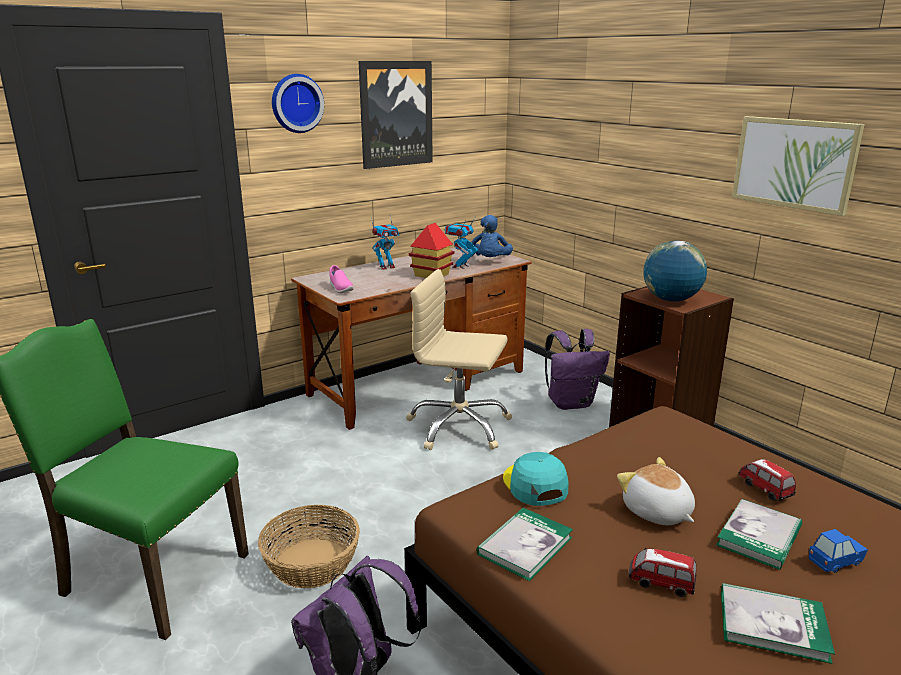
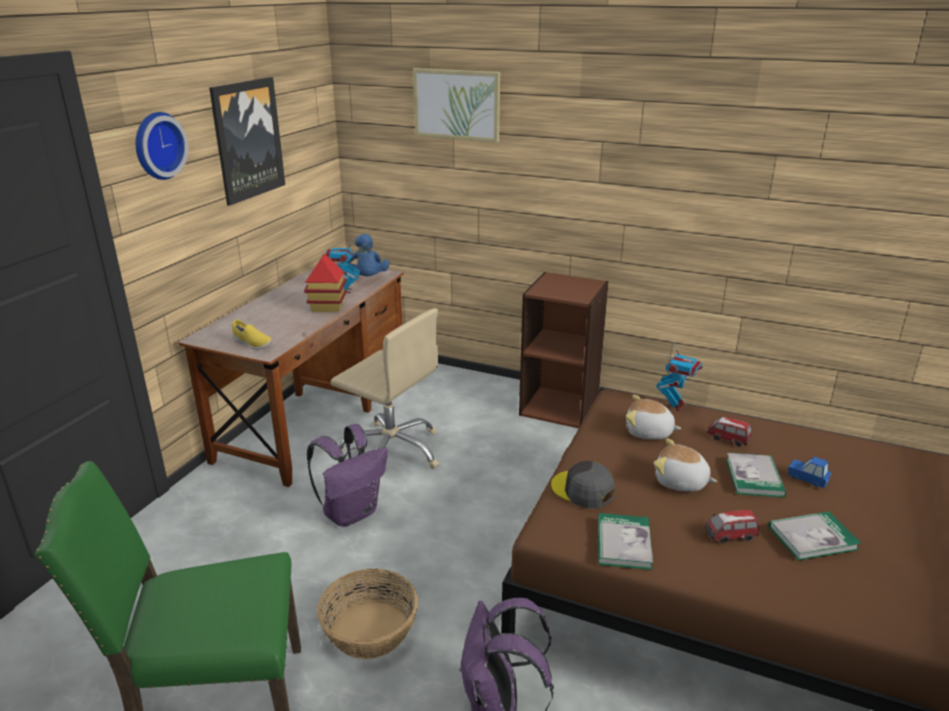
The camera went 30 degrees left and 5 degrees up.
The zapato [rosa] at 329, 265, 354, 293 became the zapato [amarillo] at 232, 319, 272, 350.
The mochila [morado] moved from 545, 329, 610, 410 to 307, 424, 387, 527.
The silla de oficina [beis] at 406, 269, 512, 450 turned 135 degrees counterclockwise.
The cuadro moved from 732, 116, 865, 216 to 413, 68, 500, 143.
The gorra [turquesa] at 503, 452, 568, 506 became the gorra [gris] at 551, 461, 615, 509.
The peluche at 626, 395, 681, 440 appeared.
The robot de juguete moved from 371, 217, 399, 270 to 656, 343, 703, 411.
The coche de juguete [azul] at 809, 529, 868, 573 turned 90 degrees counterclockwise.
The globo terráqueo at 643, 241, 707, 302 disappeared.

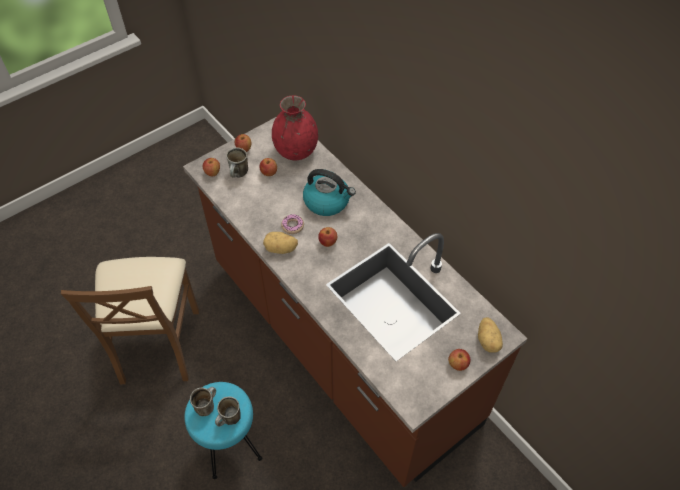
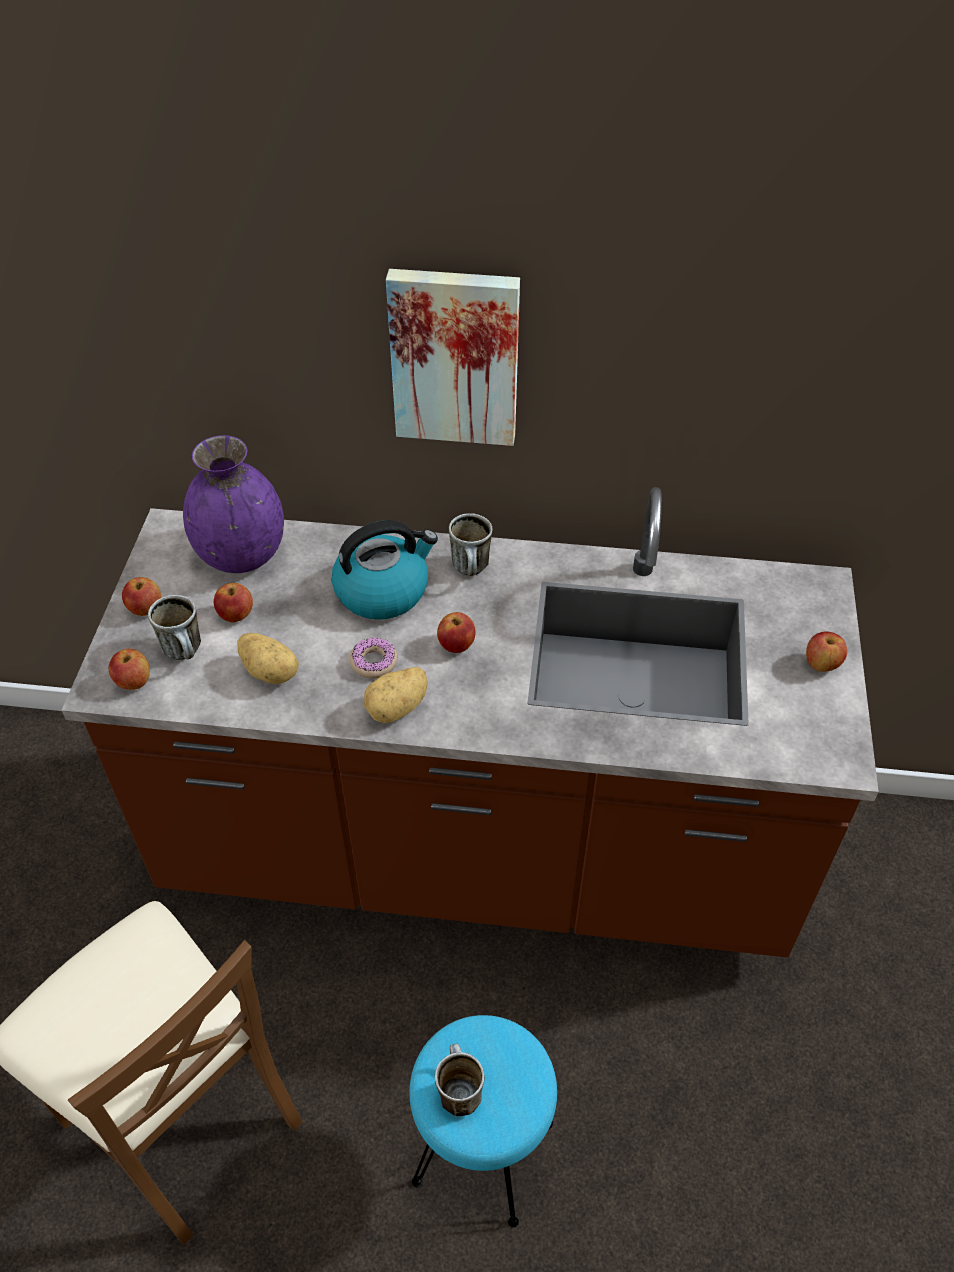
The camera went 45 degrees left and 5 degrees down.
The florero [rojo] at 272, 96, 318, 160 became the florero [morado] at 183, 435, 284, 573.
The patata moved from 478, 317, 503, 353 to 237, 633, 299, 684.
The cuadro at 386, 269, 520, 446 appeared.
The taza grande moved from 215, 397, 241, 427 to 449, 513, 493, 576.

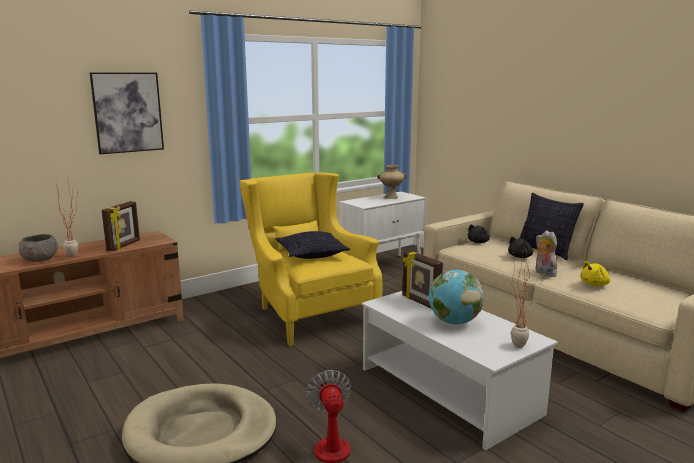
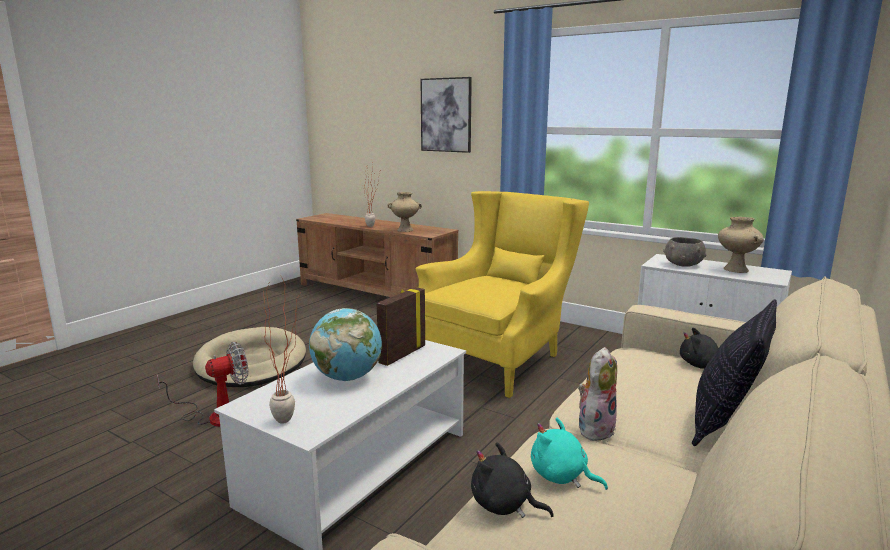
The camera went 70 degrees right and 0 degrees up.
The portarretratos at 102, 201, 140, 251 was replaced by the florero [beis] at 387, 192, 422, 232.
The peluche [negro] moved from 508, 237, 533, 258 to 471, 442, 554, 518.
The peluche [amarillo] at 581, 261, 610, 286 became the peluche [turquesa] at 531, 418, 608, 490.
The cuenco [gris] moved from 19, 234, 58, 262 to 663, 237, 707, 267.
The cojín at 276, 231, 350, 259 disappeared.

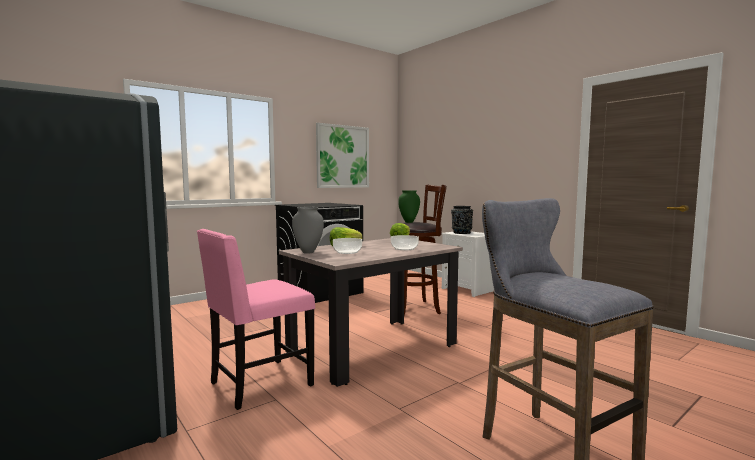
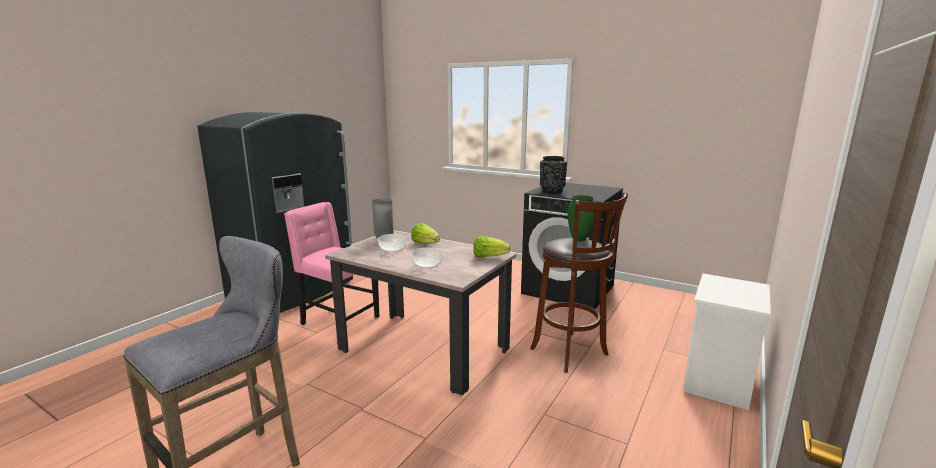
The camera went 70 degrees right and 10 degrees up.
The florero [negro] moved from 451, 206, 473, 234 to 540, 156, 567, 193.
The cuadro at 316, 123, 369, 188 disappeared.

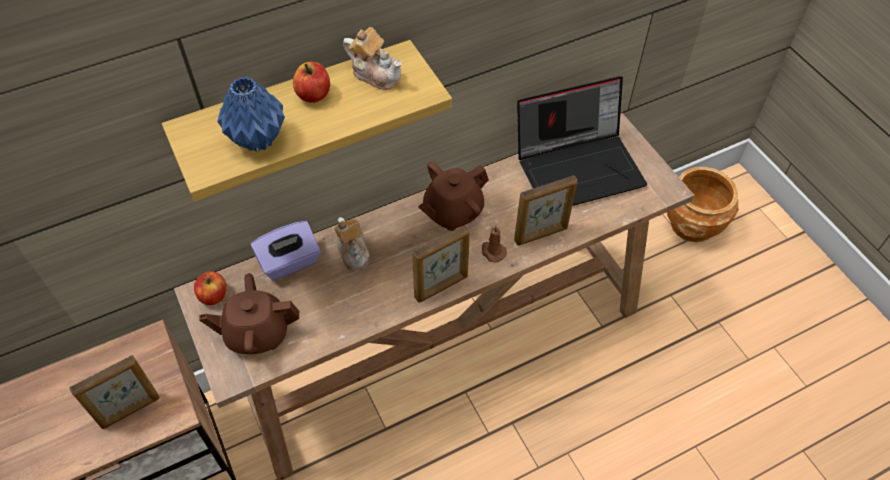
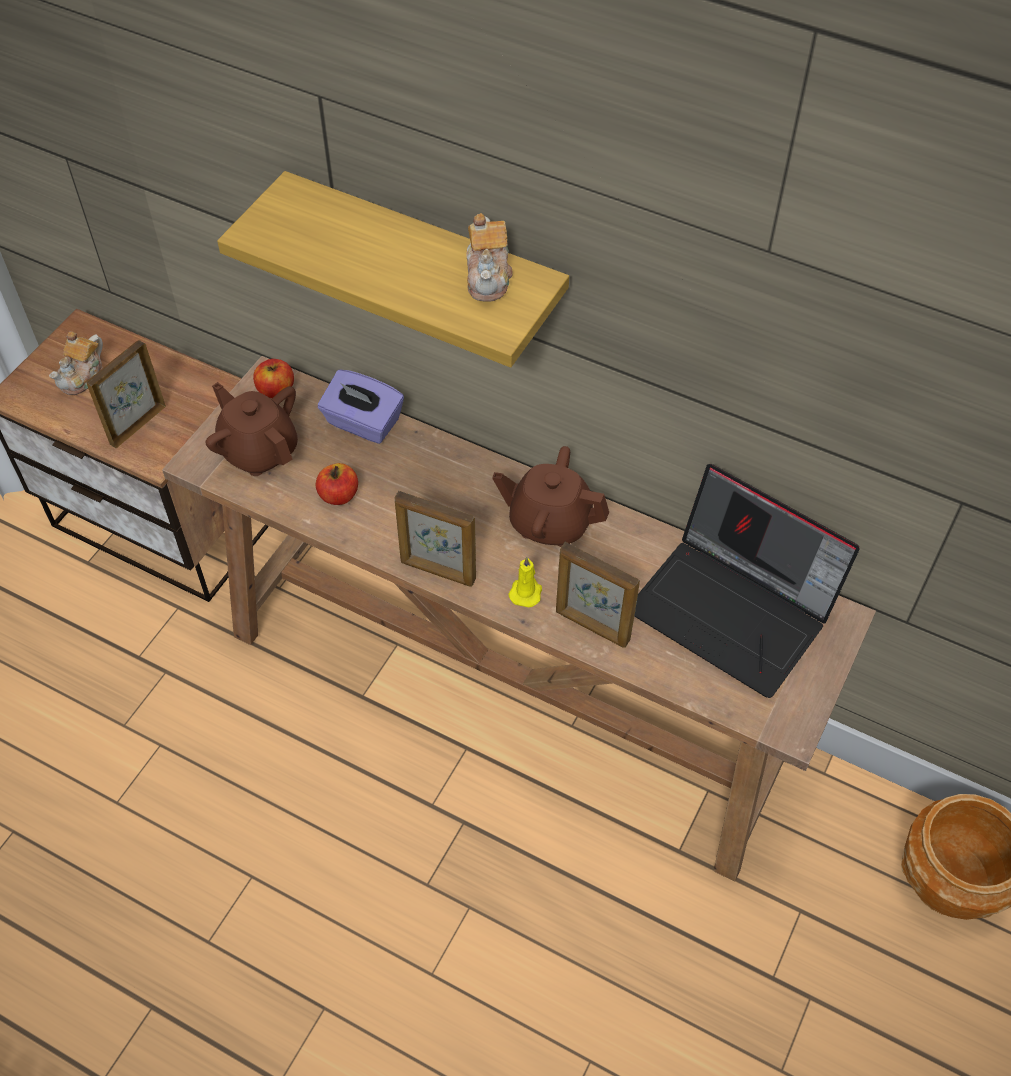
The camera went 55 degrees right and 0 degrees up.
The tetera moved from 334, 217, 370, 271 to 49, 331, 103, 395.
The portarretratos at 69, 355, 160, 429 turned 105 degrees clockwise.
The manzana moved from 293, 62, 330, 103 to 316, 463, 358, 505.
The vela [marrón] at 482, 226, 507, 262 became the vela [amarillo] at 508, 557, 542, 607.
The florero [azul] at 217, 77, 285, 152 disappeared.

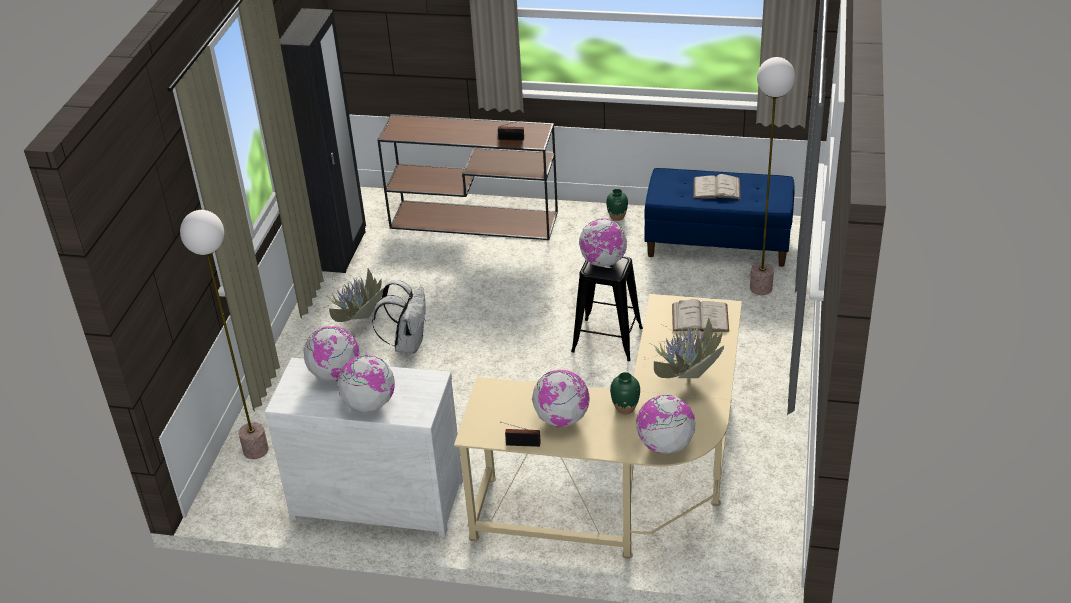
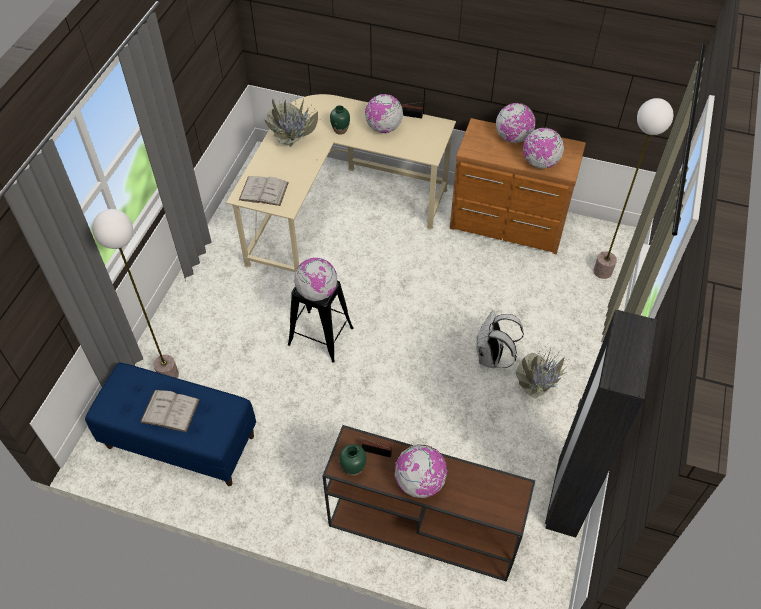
The camera went 175 degrees left and 15 degrees up.
The florero [verde] moved from 606, 189, 628, 221 to 339, 444, 366, 476.
The globo terráqueo moved from 636, 395, 695, 454 to 395, 444, 447, 498.
The cómoda [blanco] at 264, 358, 463, 537 became the cómoda [marrón] at 450, 118, 586, 254.

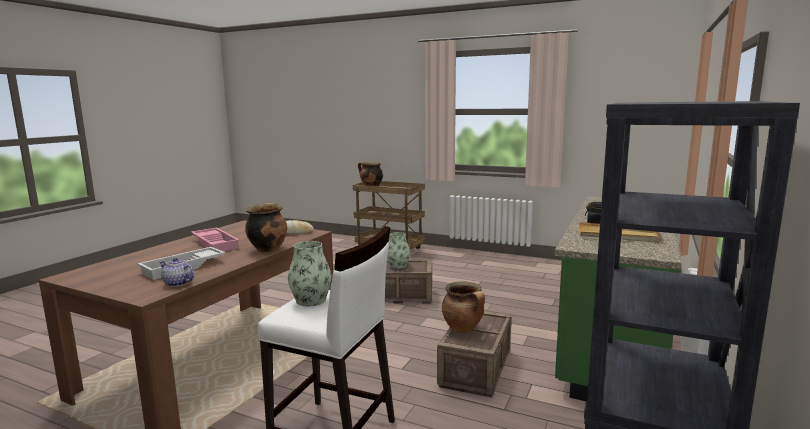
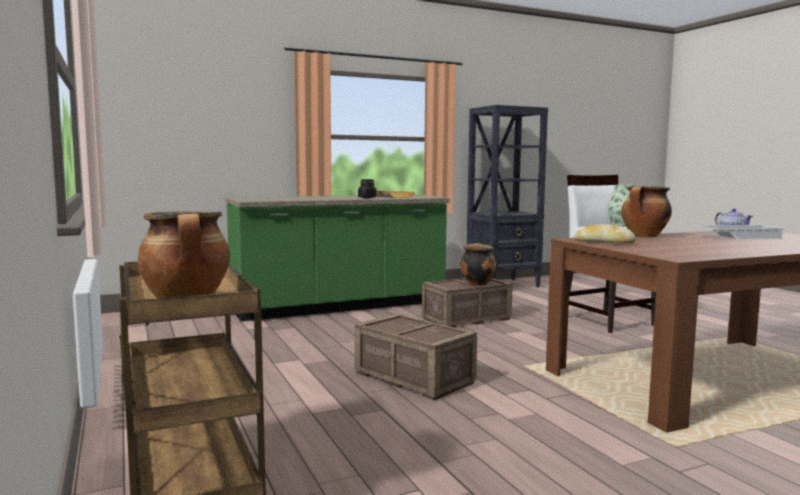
The camera went 140 degrees left and 5 degrees down.
The bandeja [rosa] at 191, 227, 239, 251 disappeared.
The florero at 387, 232, 410, 269 disappeared.

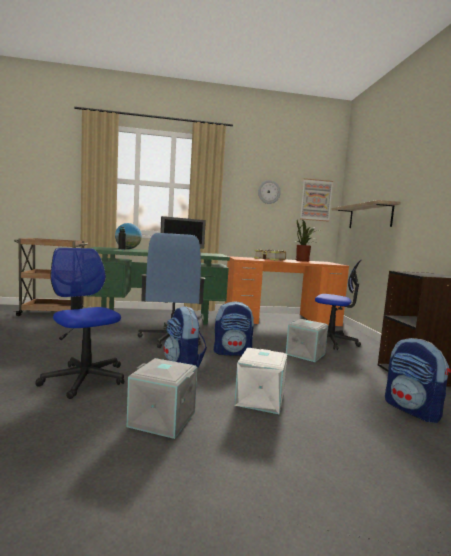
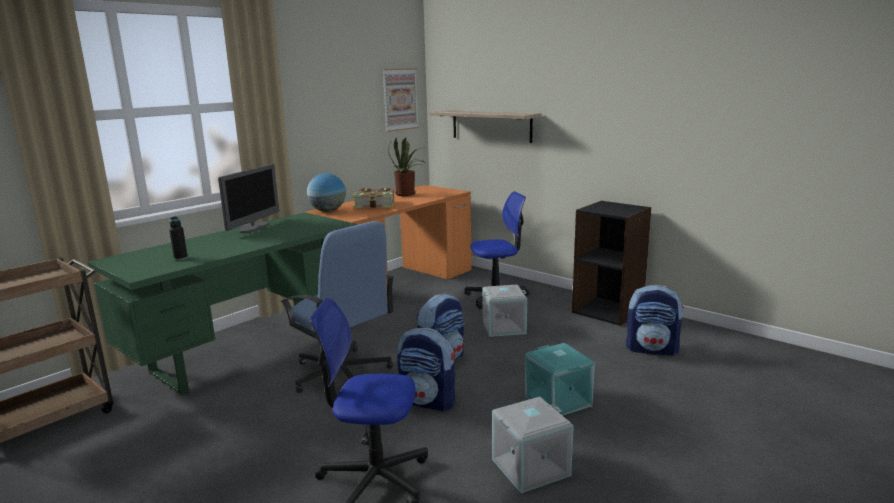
The camera went 40 degrees left and 10 degrees up.
The globo terráqueo moved from 115, 223, 142, 249 to 307, 173, 346, 212.
The caja de almacenaje [blanco] at 234, 348, 287, 414 became the caja de almacenaje [turquesa] at 525, 343, 595, 416.
The reloj de pared at 258, 180, 281, 204 disappeared.

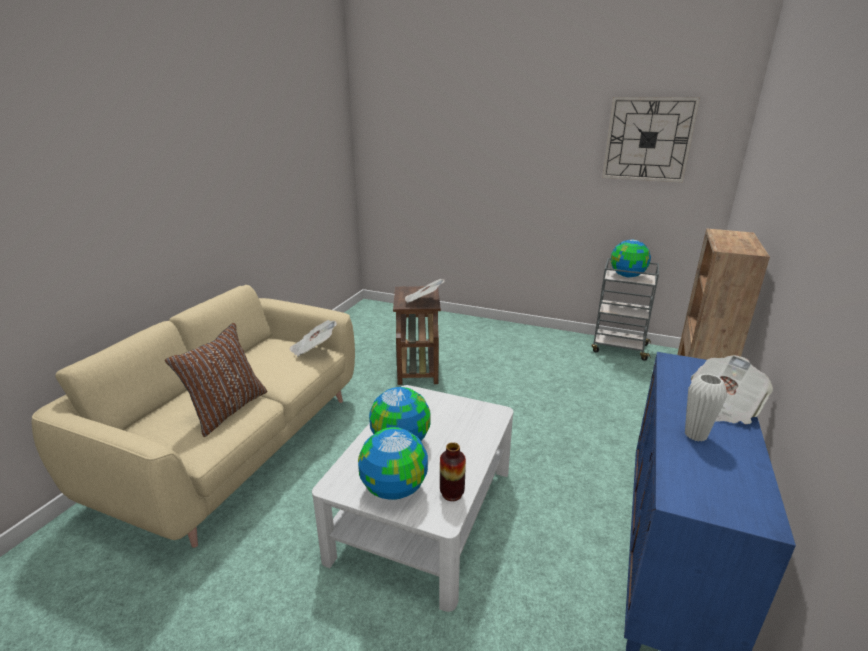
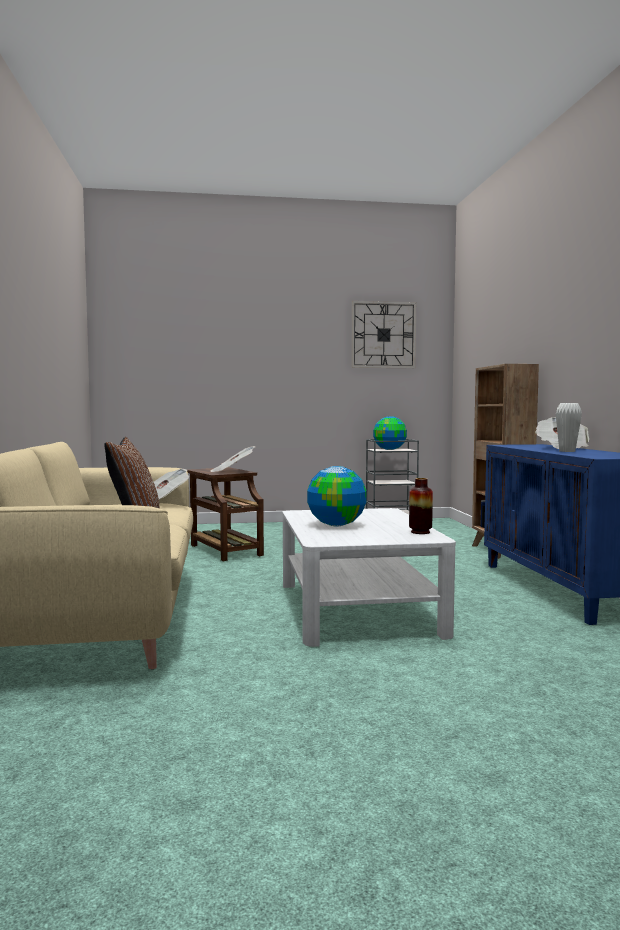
The camera went 30 degrees left and 20 degrees down.
The globo terráqueo at 358, 427, 428, 500 disappeared.

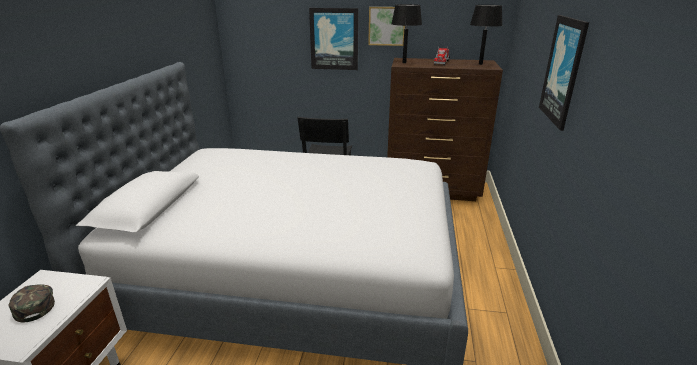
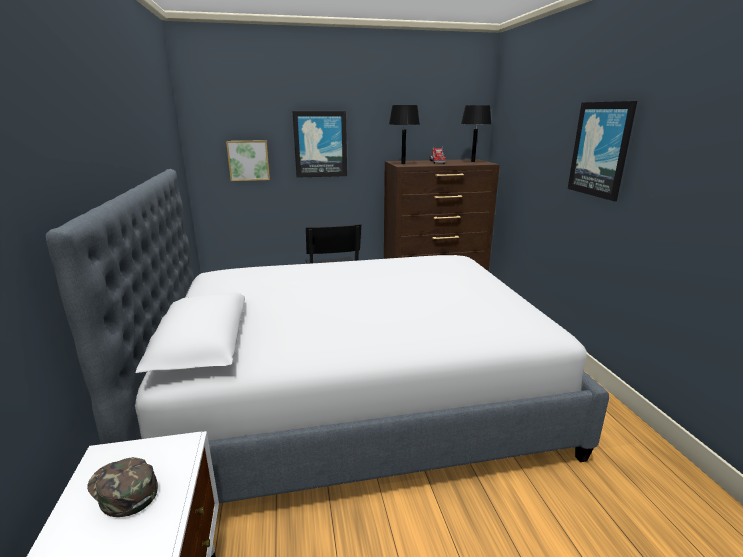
The camera went 20 degrees left and 5 degrees down.
The cuadro moved from 368, 7, 405, 46 to 226, 140, 270, 181.

